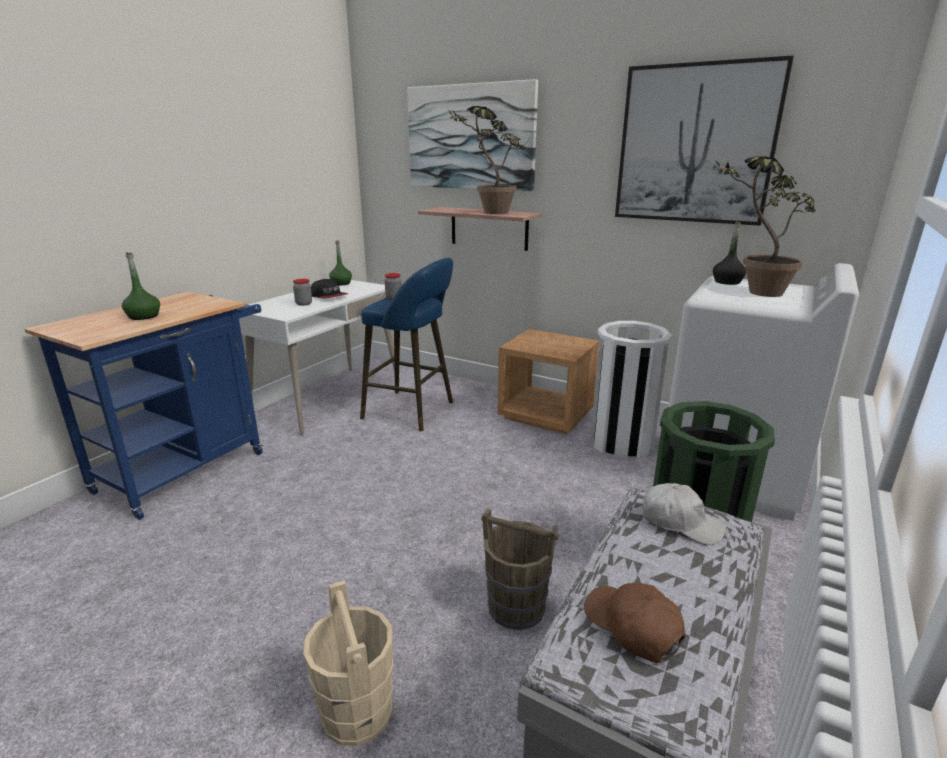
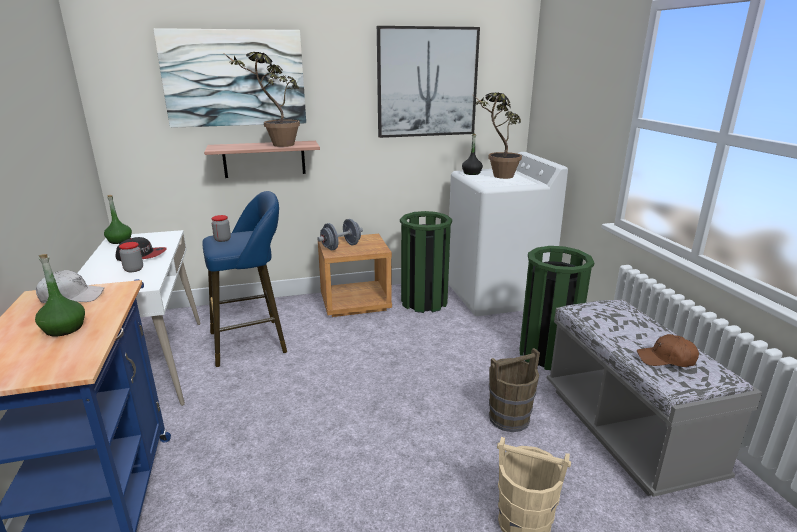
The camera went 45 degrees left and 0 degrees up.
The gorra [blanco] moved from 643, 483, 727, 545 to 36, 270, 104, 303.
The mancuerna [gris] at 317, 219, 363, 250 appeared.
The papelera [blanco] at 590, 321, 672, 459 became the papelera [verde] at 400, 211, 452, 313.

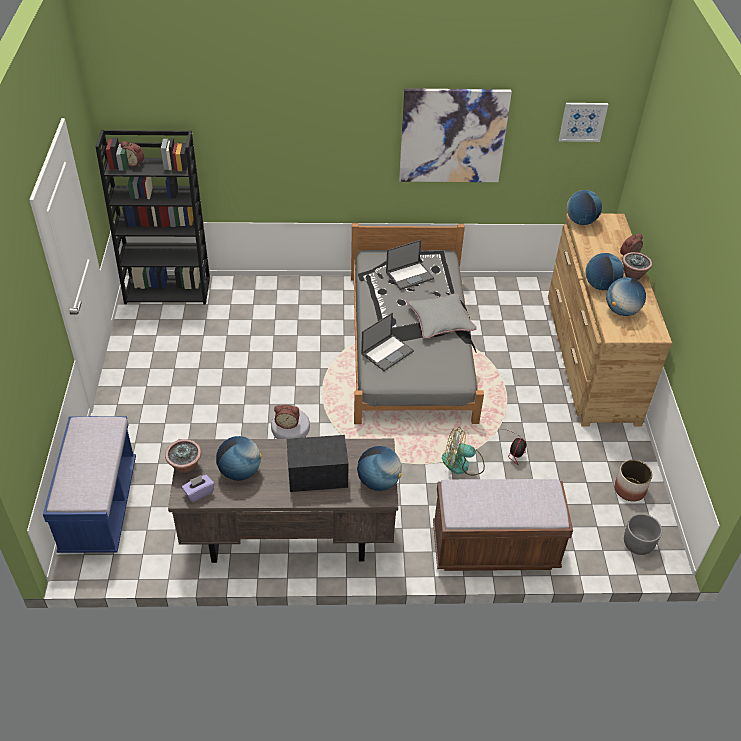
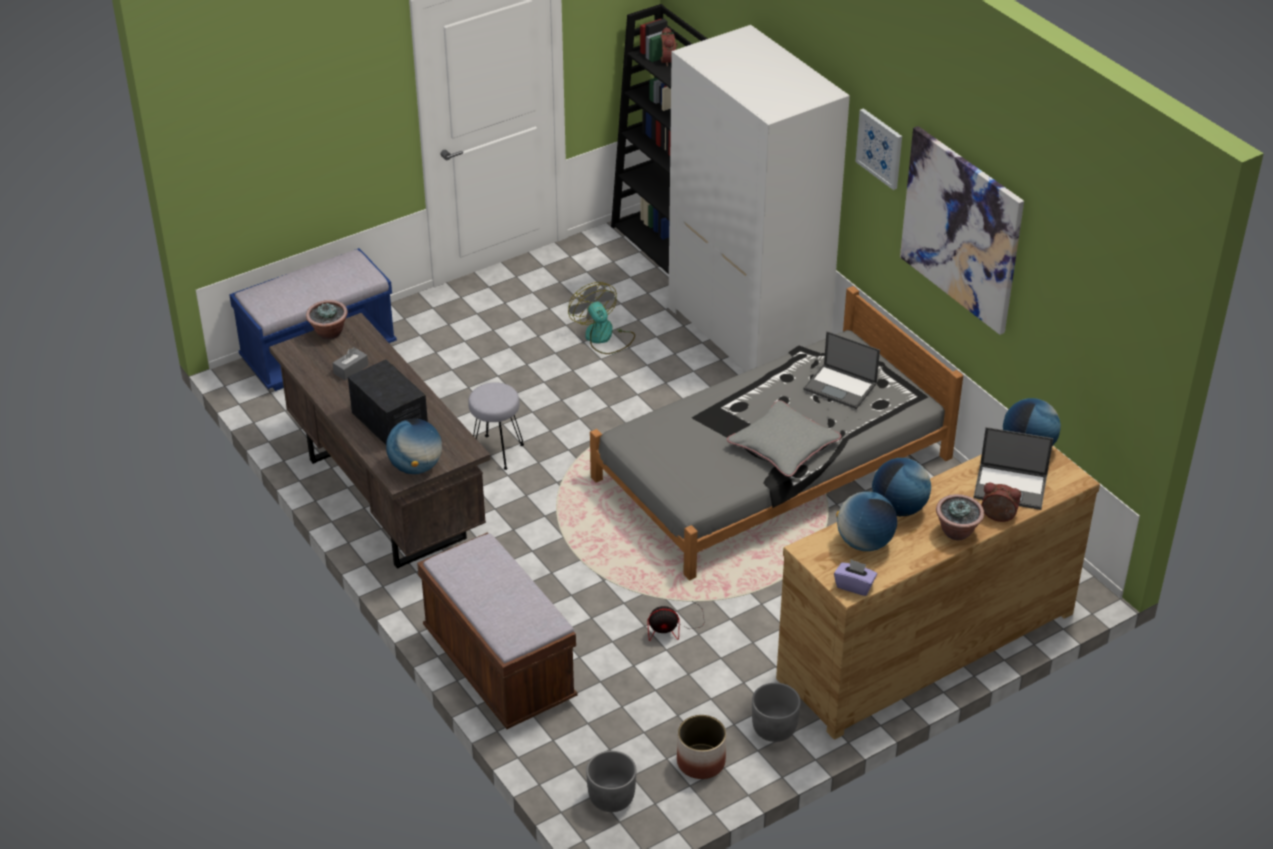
The camera went 60 degrees right and 5 degrees down.
The globo terráqueo at 216, 436, 262, 481 was replaced by the caja de pañuelos [gris] at 332, 347, 368, 380.
The ventilador moved from 442, 427, 485, 476 to 568, 282, 635, 354.
The armario ropero [blanco] at 668, 25, 850, 372 appeared.
The maceta [gris] at 752, 683, 801, 742 appeared.
The caja de pañuelos [morado] moved from 182, 475, 214, 502 to 834, 559, 877, 596.
The cuadro moved from 559, 103, 608, 142 to 855, 108, 902, 190.
The portátil moved from 361, 312, 414, 371 to 973, 427, 1054, 510.
The despertador at 274, 405, 300, 429 disappeared.

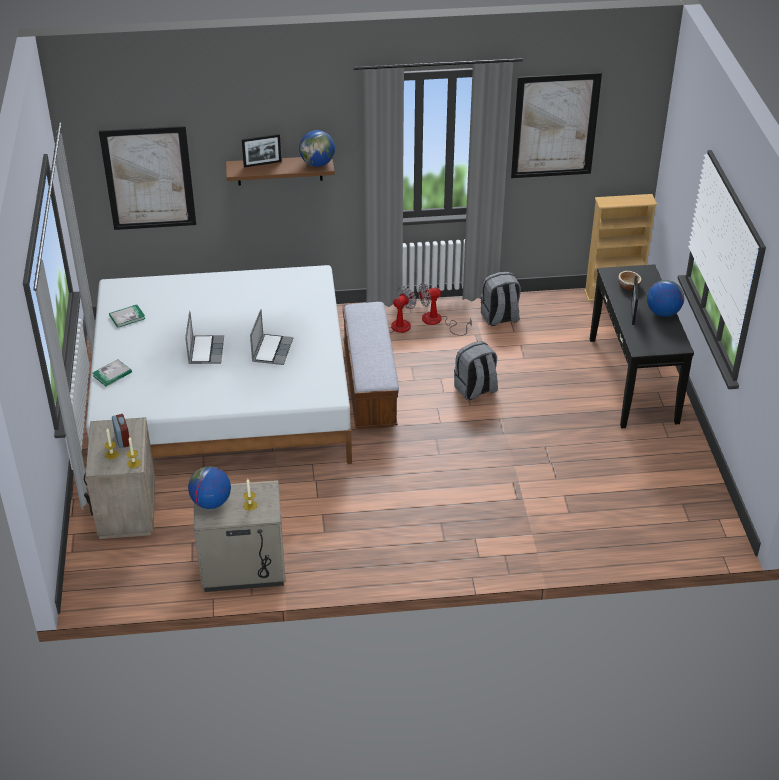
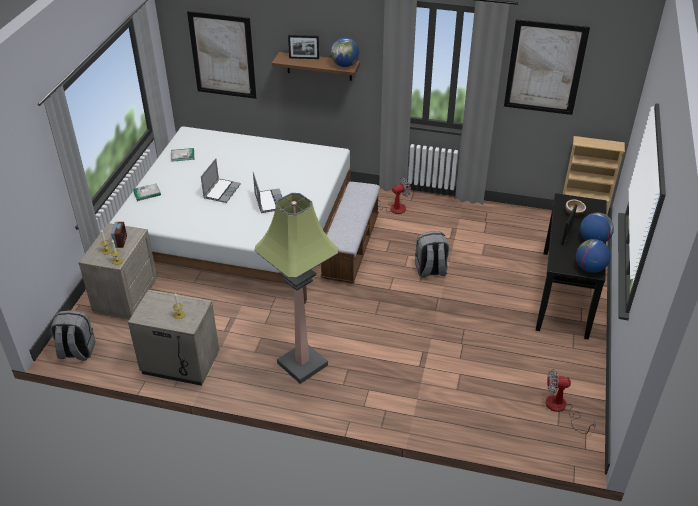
The camera went 20 degrees right and 0 degrees up.
The mochila [gris] moved from 481, 272, 521, 326 to 50, 310, 96, 360.
The portátil at 250, 309, 293, 365 turned 45 degrees counterclockwise.
The lámpara de pie at 254, 193, 338, 384 appeared.
The ventilador moved from 419, 283, 472, 336 to 546, 369, 596, 434.
The globo terráqueo moved from 188, 466, 231, 509 to 576, 239, 611, 273.

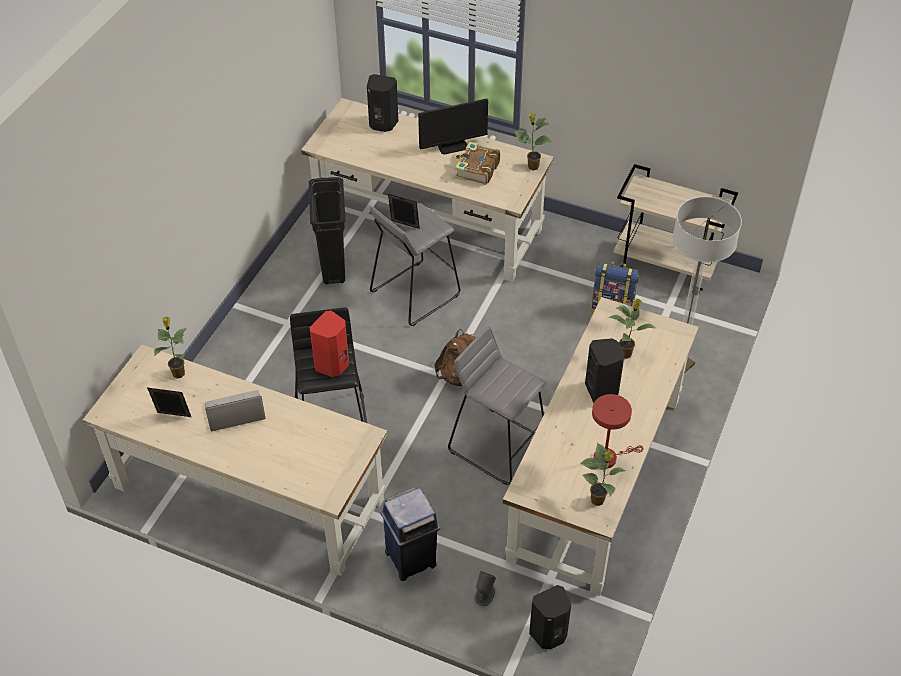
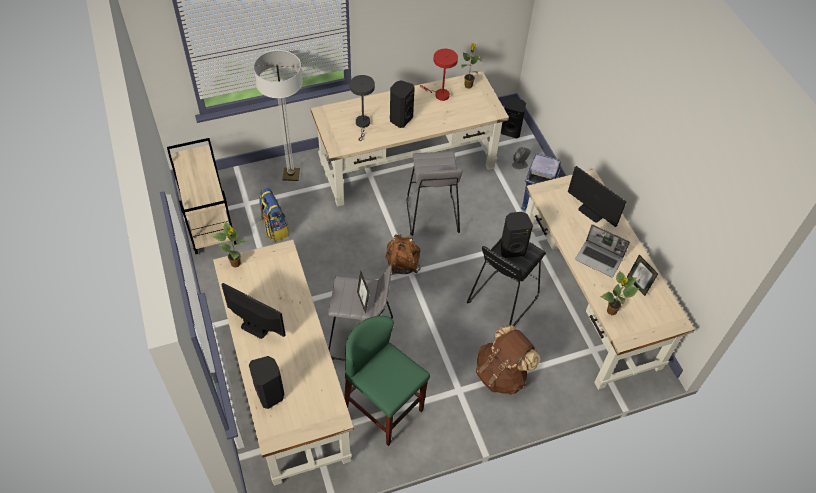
The camera went 135 degrees left and 5 degrees up.
The papelera [negro] at 309, 177, 346, 284 was replaced by the taburete [verde] at 344, 316, 430, 446.
The planta en maceta at 608, 298, 655, 359 was replaced by the lámpara de mesa [gris] at 350, 75, 375, 141.
The mochila [marrón] at 476, 325, 540, 395 appeared.
The altavoz [rojo] at 309, 311, 349, 377 became the altavoz [negro] at 501, 212, 533, 258.
The monitor at 568, 166, 626, 227 appeared.
The libro at 455, 142, 500, 185 disappeared.

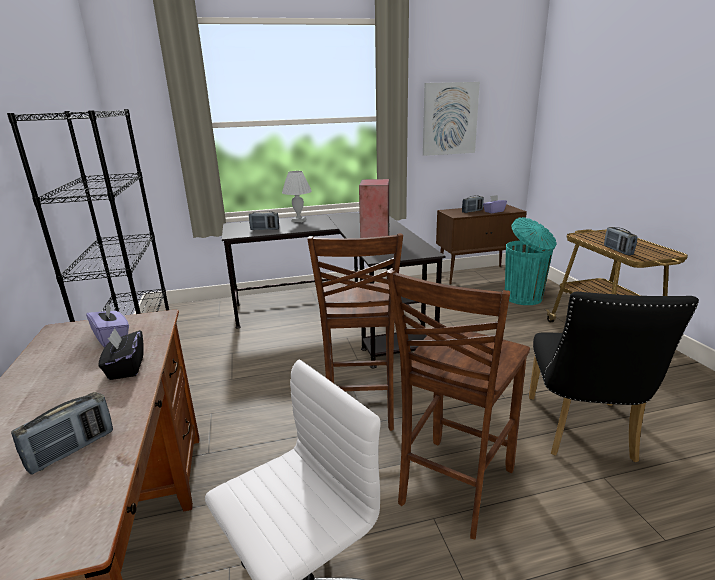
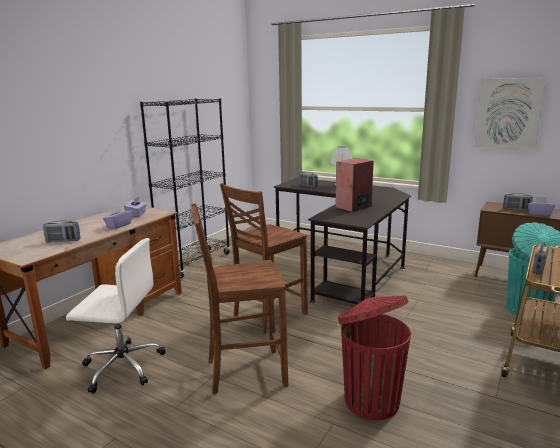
The camera went 45 degrees right and 5 degrees down.
The caja de pañuelos [negro] at 98, 328, 144, 380 became the caja de pañuelos [morado] at 103, 206, 132, 229.
The silla [negro] at 529, 291, 699, 462 was replaced by the papelera [rojo] at 338, 295, 411, 420.

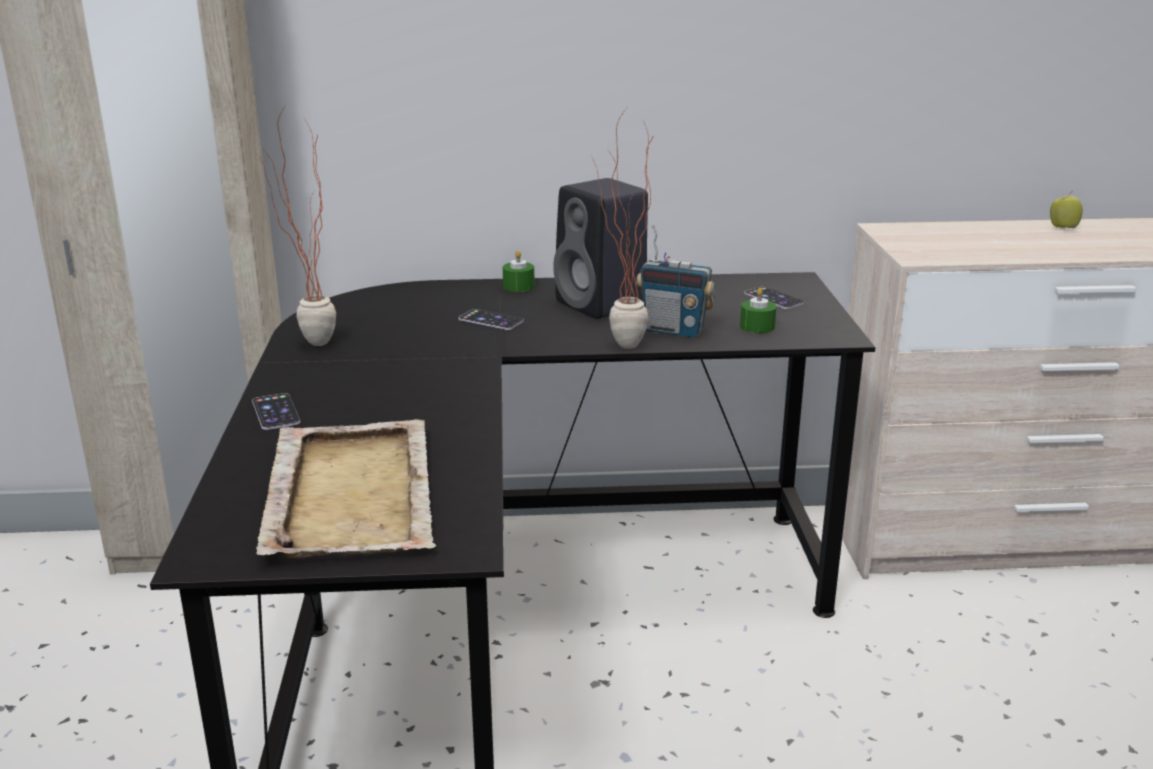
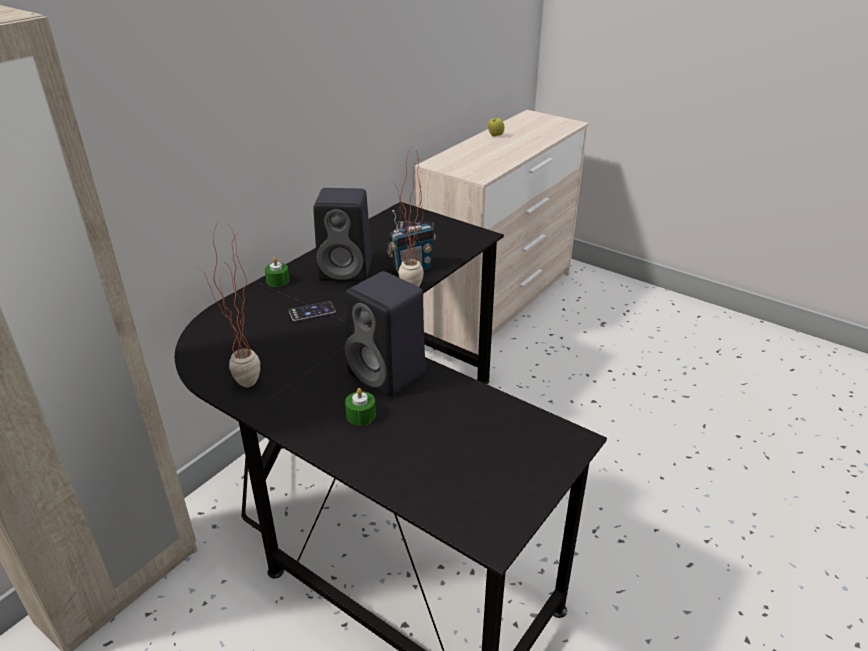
The camera went 50 degrees left and 10 degrees up.
The altavoz [negro] at 345, 271, 426, 397 appeared.
The vela [verde] moved from 740, 288, 777, 333 to 345, 388, 376, 426.
The móvil at 252, 393, 300, 430 disappeared.
The bandeja [beis] at 256, 419, 437, 558 disappeared.

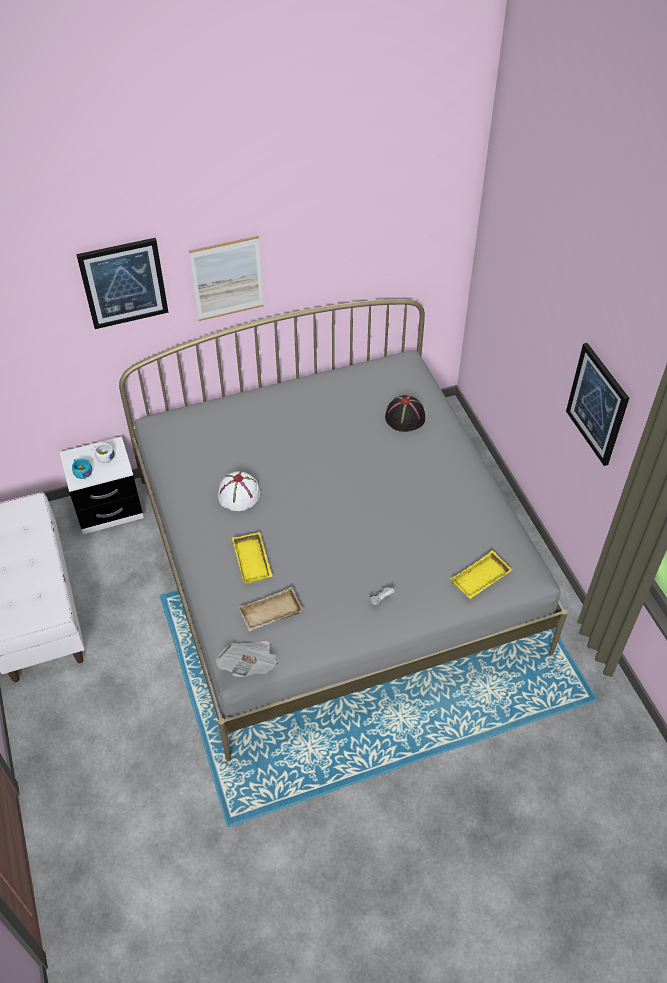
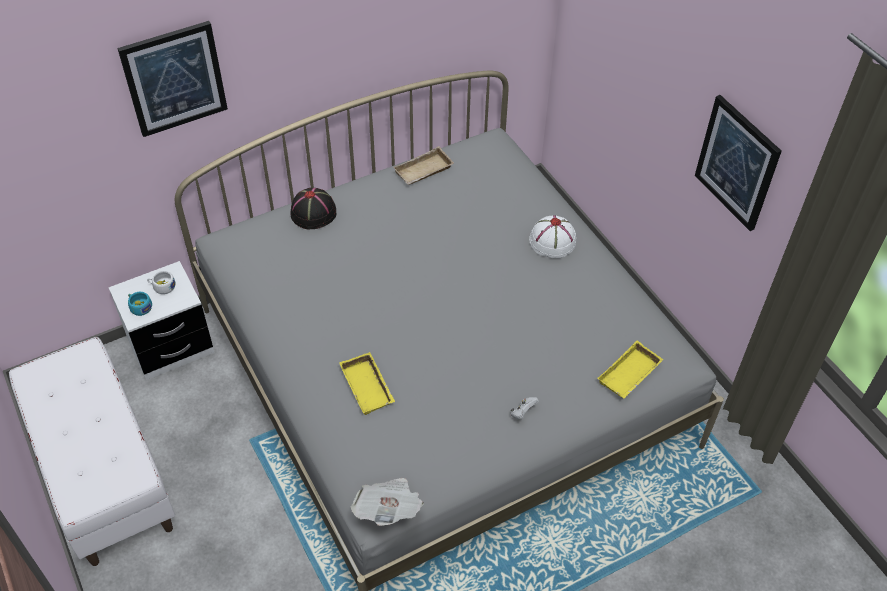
The camera went 10 degrees left and 0 degrees up.
The sombrero [negro] moved from 385, 395, 425, 432 to 291, 188, 336, 229.
The bandeja [beis] moved from 239, 587, 303, 631 to 393, 146, 454, 185.
The sombrero [blanco] moved from 218, 471, 261, 511 to 529, 215, 576, 258.
The cuadro at 189, 236, 264, 321 disappeared.

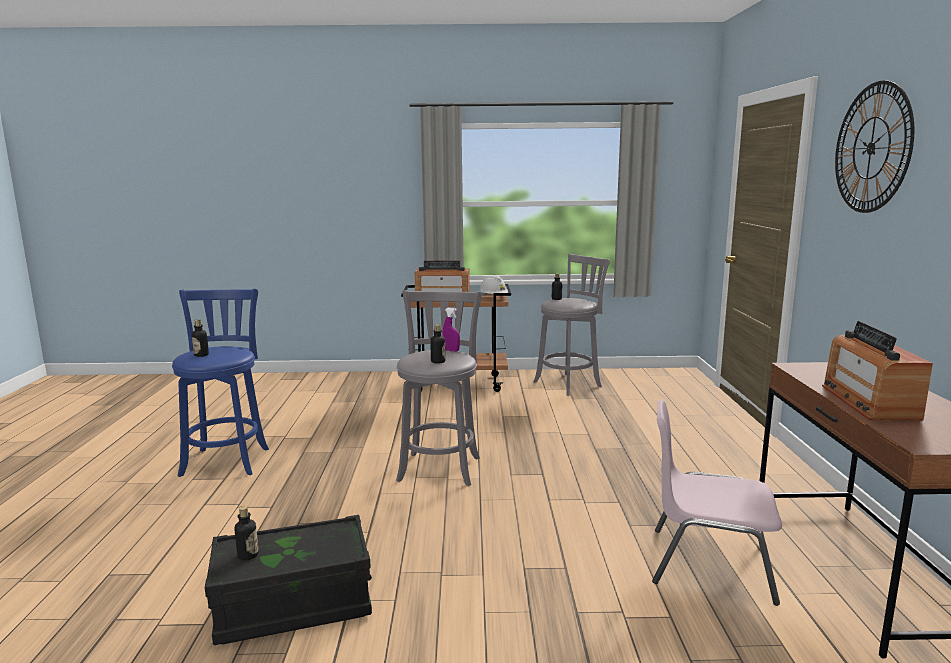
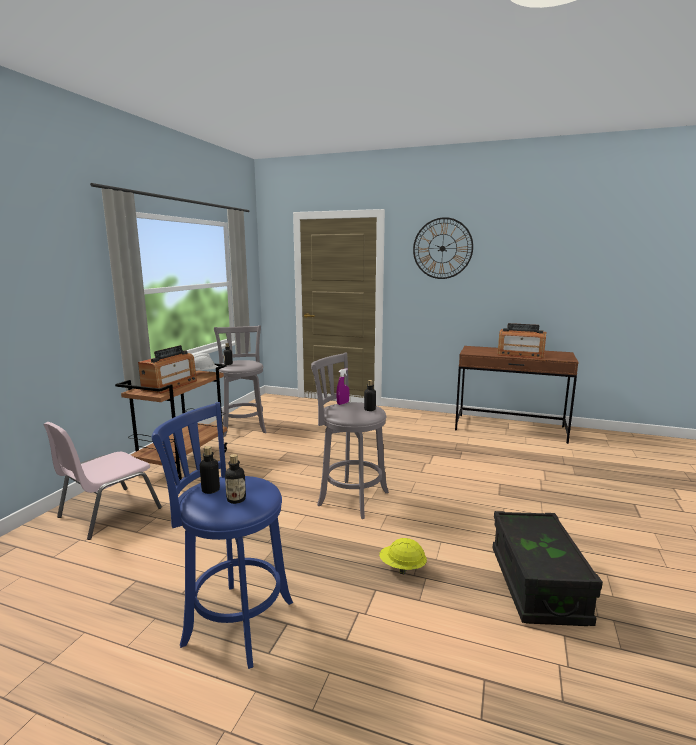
The camera went 70 degrees left and 0 degrees up.
The silla [rosa] moved from 652, 400, 782, 606 to 43, 422, 162, 540.
The botella moved from 234, 506, 259, 561 to 200, 446, 220, 494.
The casco [amarillo] at 379, 538, 427, 574 appeared.

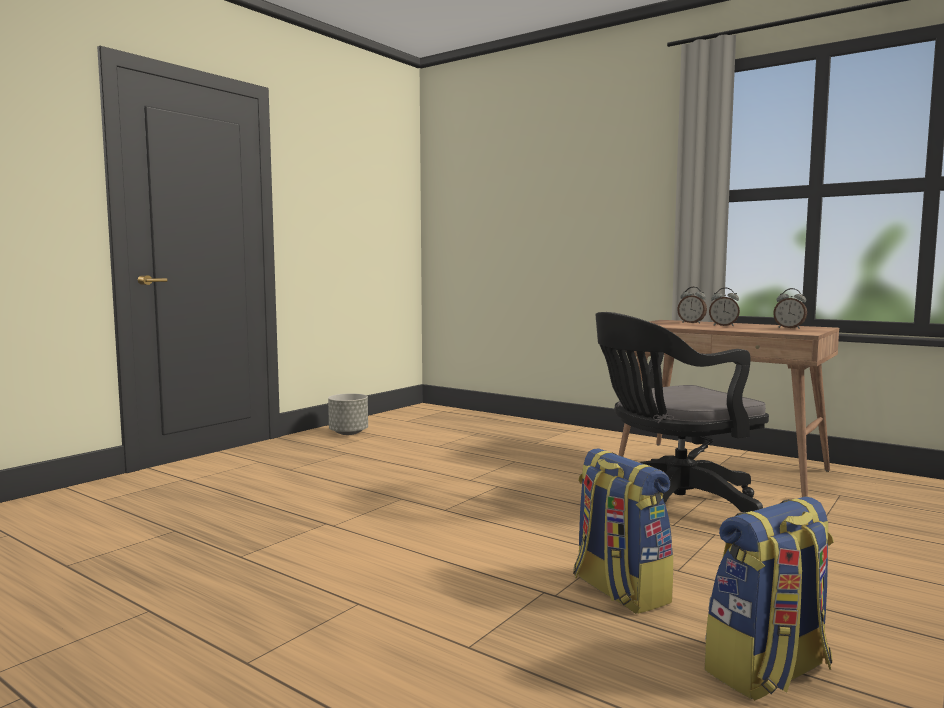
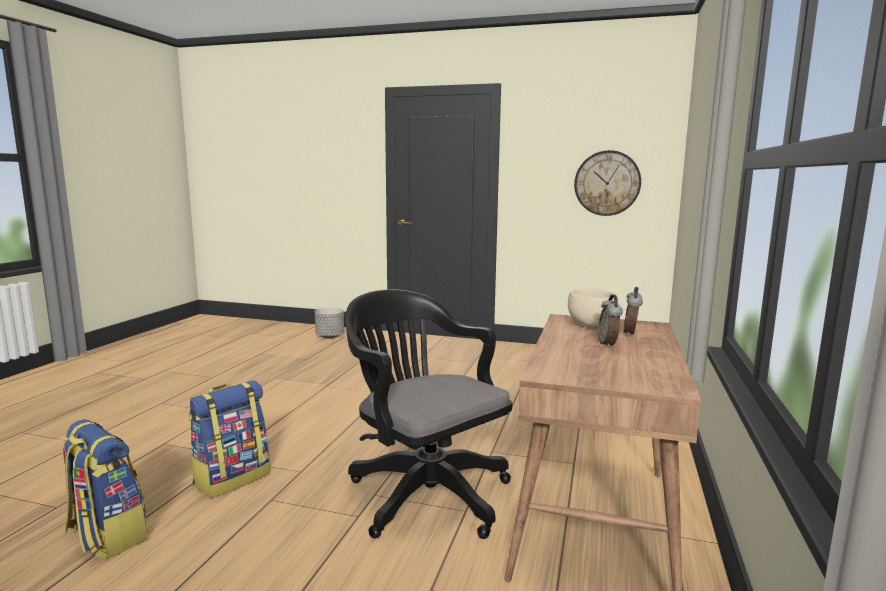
The camera went 70 degrees right and 5 degrees up.
The maceta [gris] moved from 328, 394, 368, 435 to 315, 307, 344, 338.
The cuenco [beis] at 568, 288, 619, 327 appeared.
The reloj de pared at 574, 150, 641, 216 appeared.
The despertador at 773, 288, 807, 329 disappeared.

